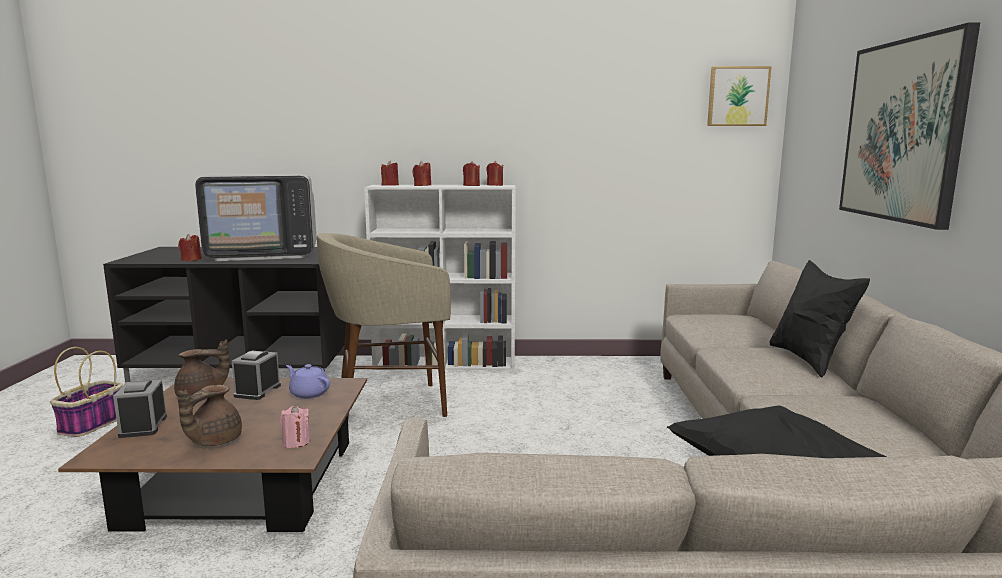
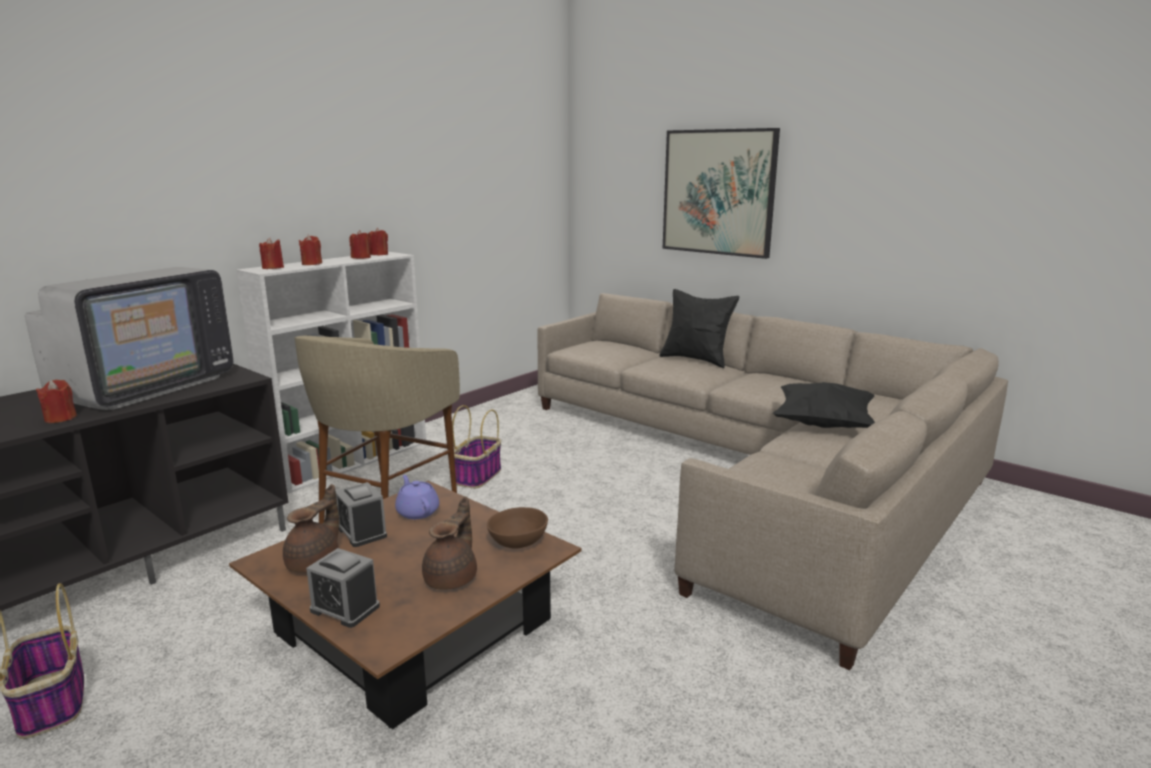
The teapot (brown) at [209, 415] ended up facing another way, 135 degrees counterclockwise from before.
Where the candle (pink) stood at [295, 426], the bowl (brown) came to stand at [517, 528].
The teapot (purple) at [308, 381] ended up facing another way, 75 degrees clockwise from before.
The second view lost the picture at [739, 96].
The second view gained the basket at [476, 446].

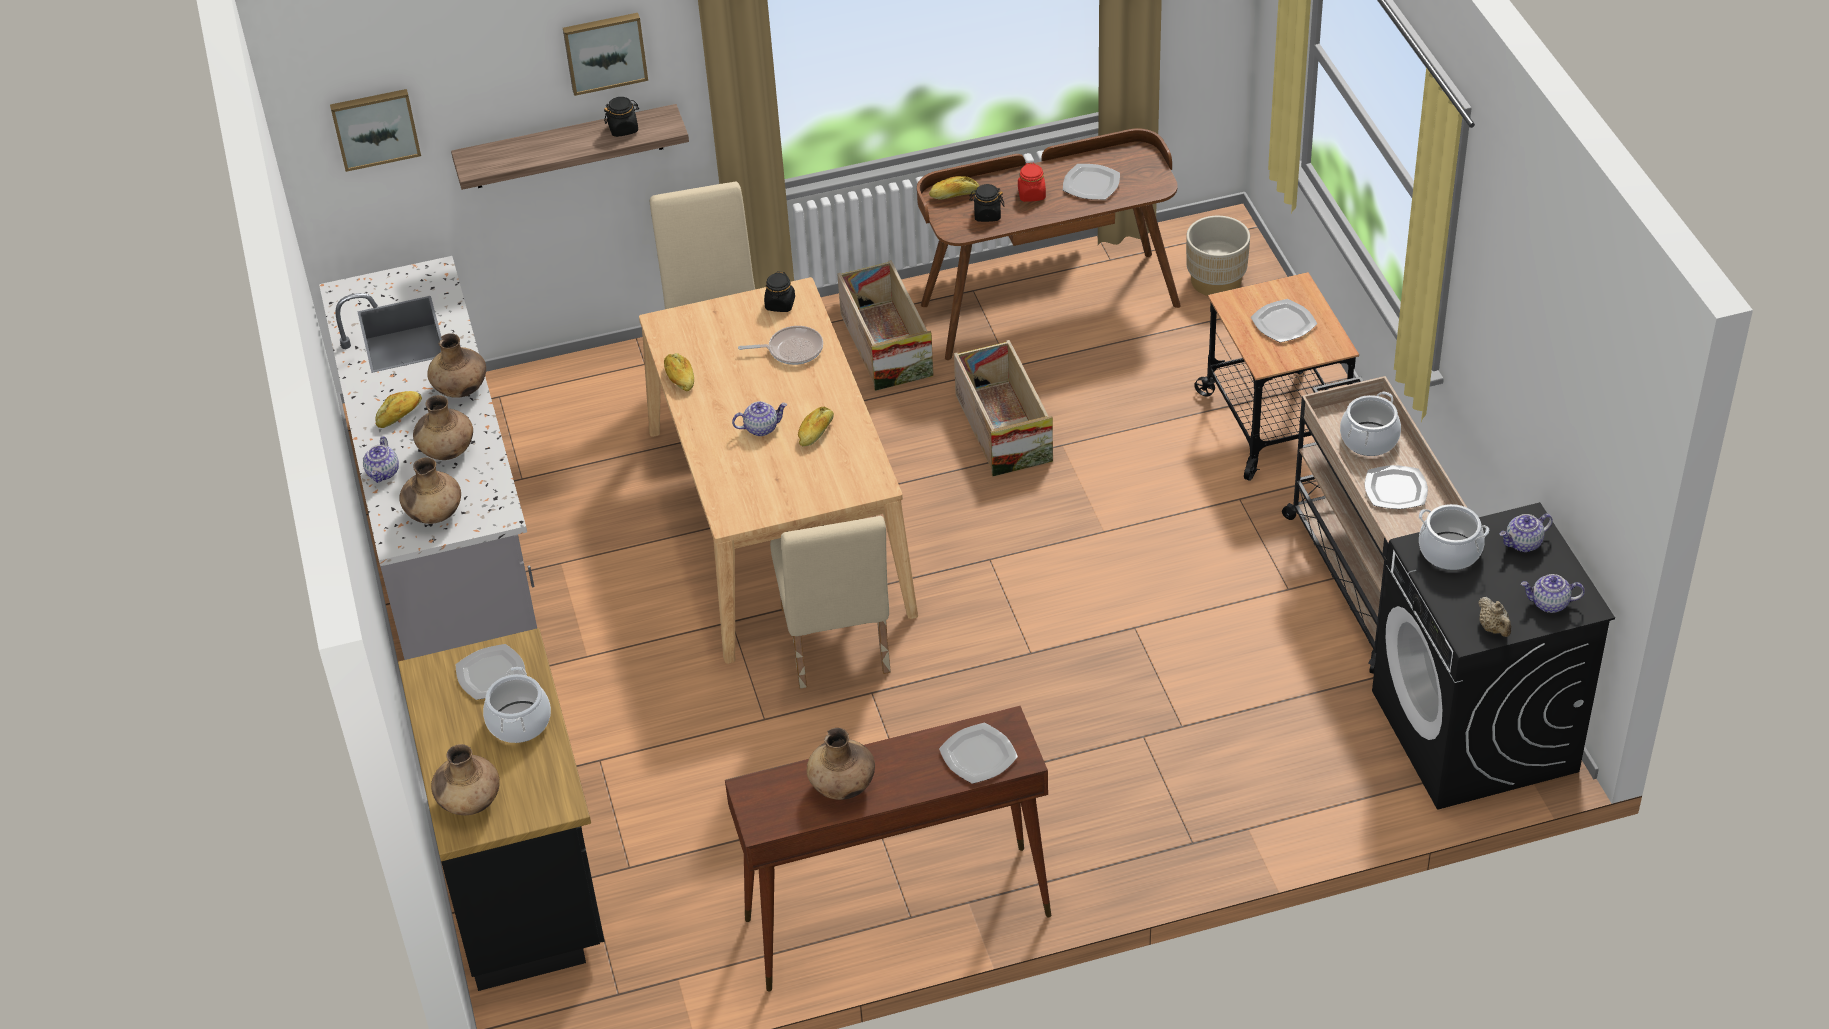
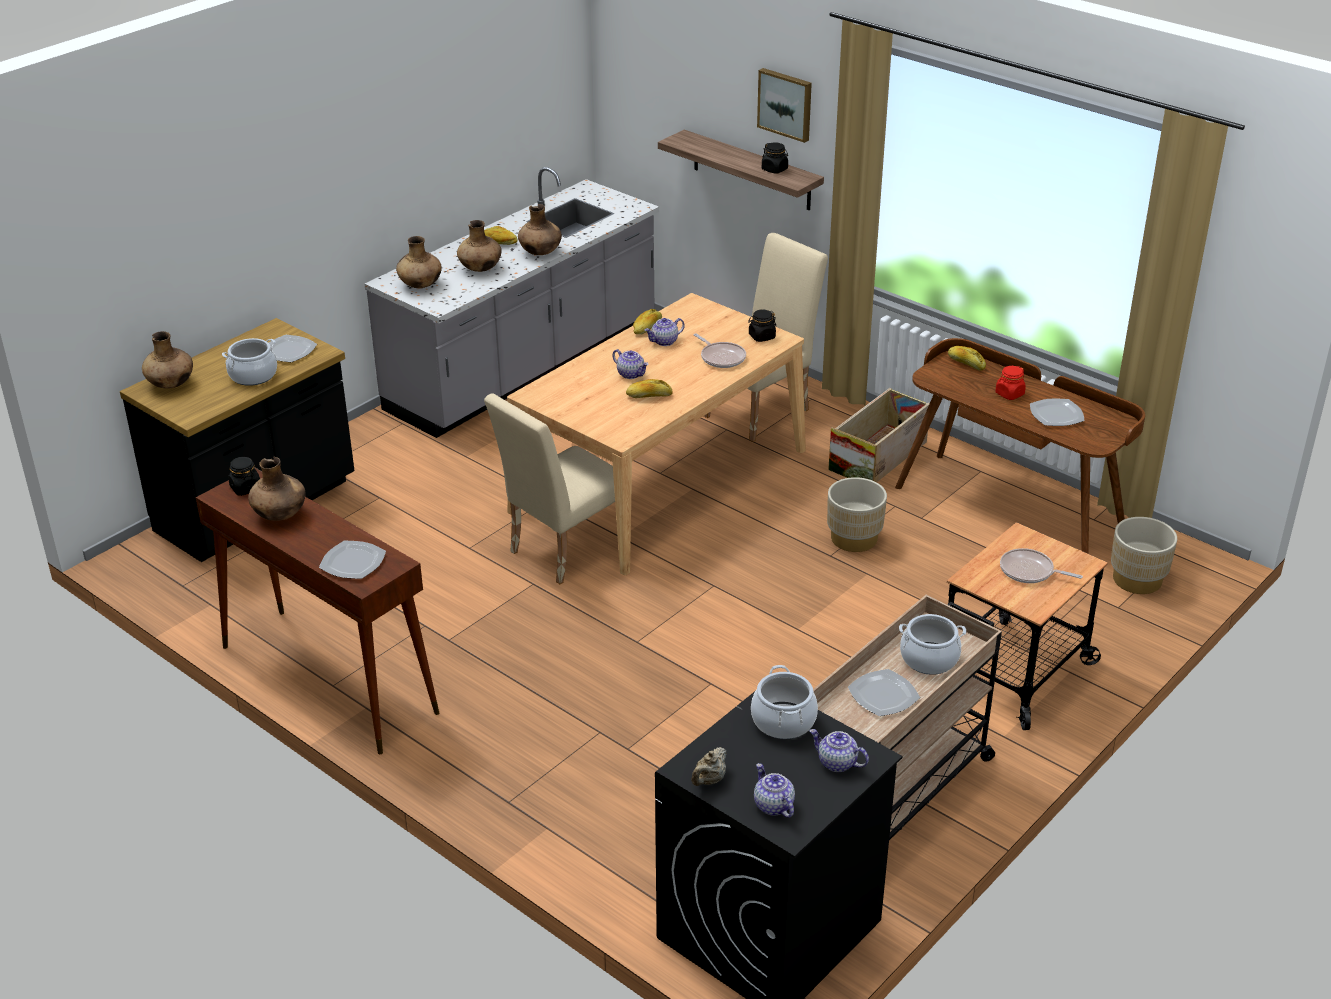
The second view lost the picture at [375, 130].
The teapot ended up elsewhere, having gone from [381, 459] to [665, 332].
Where the crate stood at [1003, 408], the planter (beige) came to stand at [857, 514].
The jar (black) ended up elsewhere, having gone from [987, 203] to [244, 476].
Where the plate stood at [1284, 321], the frying pan came to stand at [1041, 565].

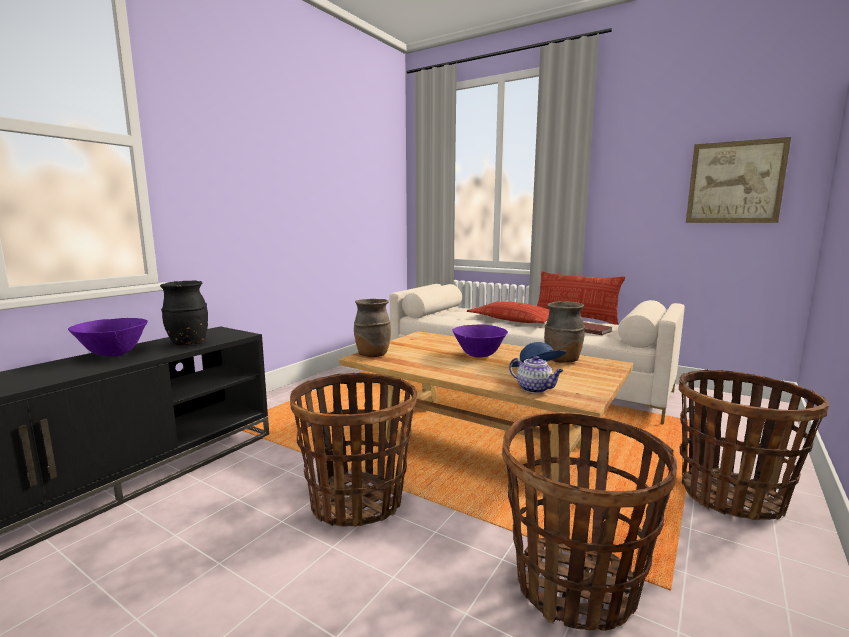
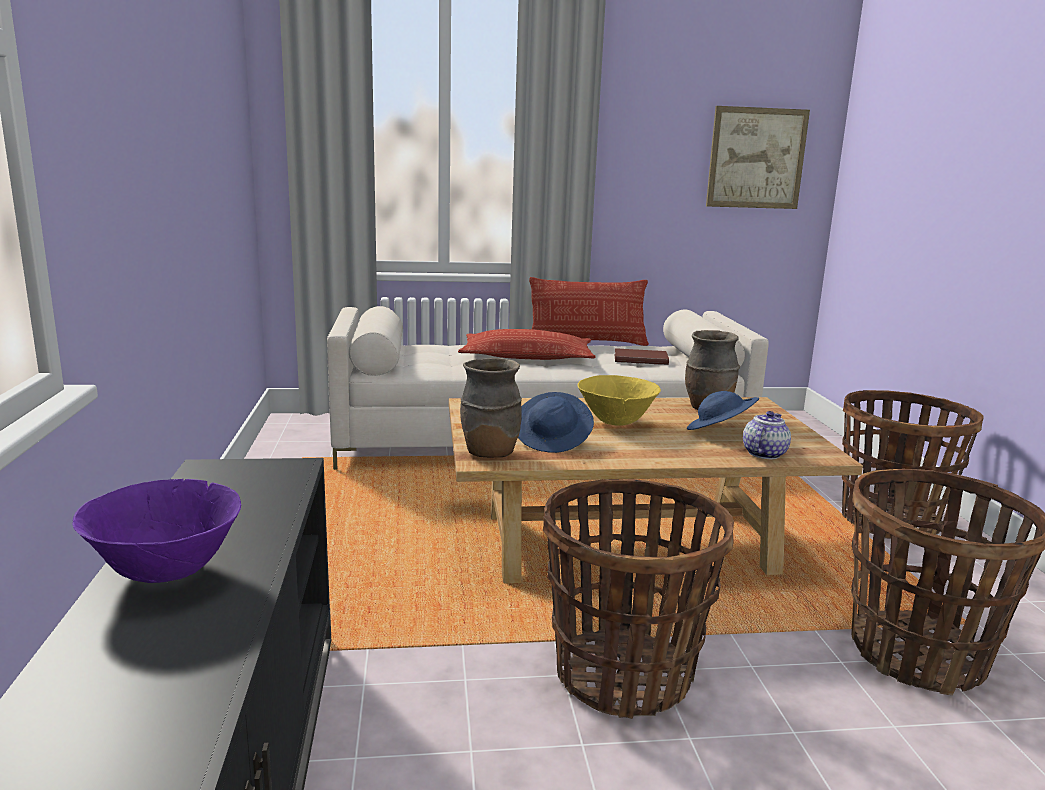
The second view lost the vase (black) at [184, 312].
What was the bowl (purple) at [480, 341] turned into the bowl (yellow) at [619, 400].
The teapot at [536, 374] ended up facing another way, 60 degrees counterclockwise from before.
The second view gained the hat (blue) at [556, 422].

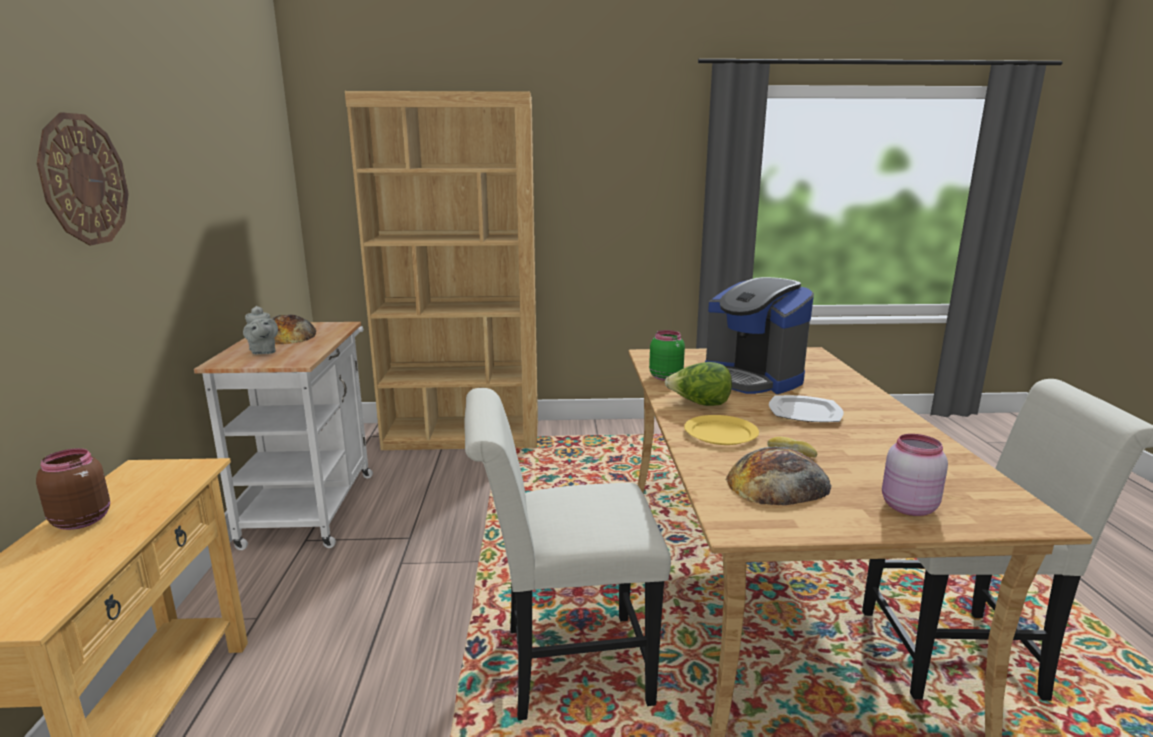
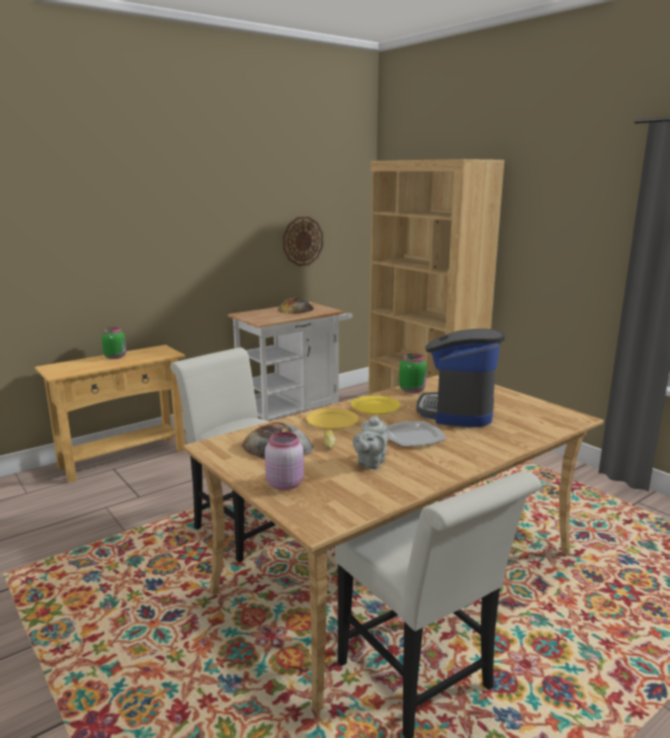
What was the jar (brown) at [73, 489] turned into the jar (green) at [114, 343].
The wall clock ended up elsewhere, having gone from [83, 178] to [303, 241].
The teapot (grey) ended up elsewhere, having gone from [260, 330] to [370, 442].
Where the lettuce stood at [698, 384], the plate (yellow) came to stand at [376, 405].

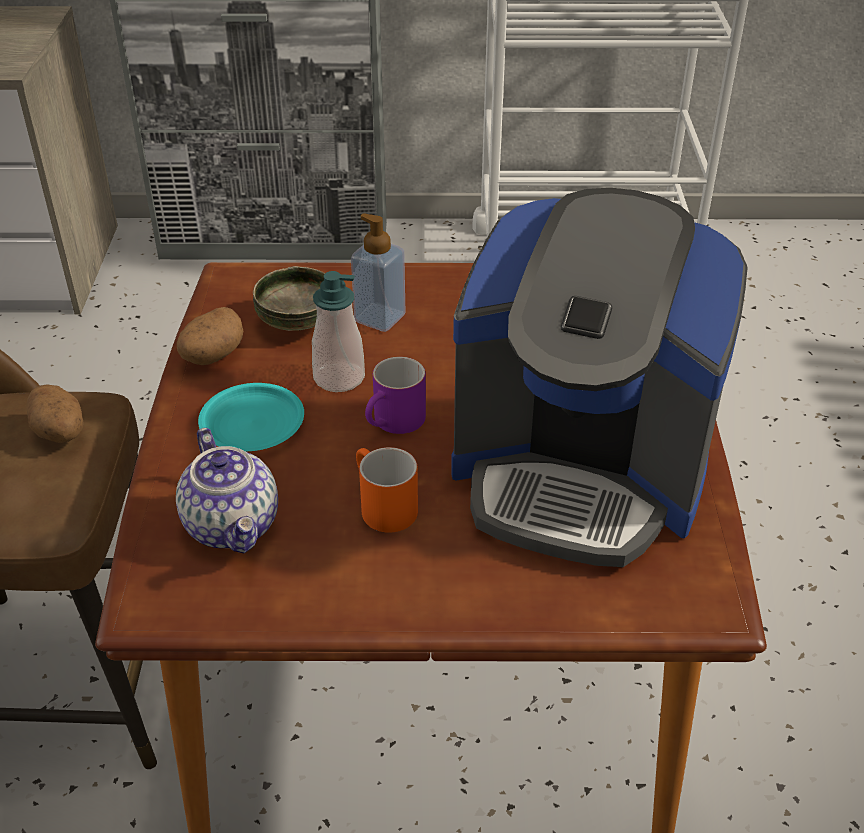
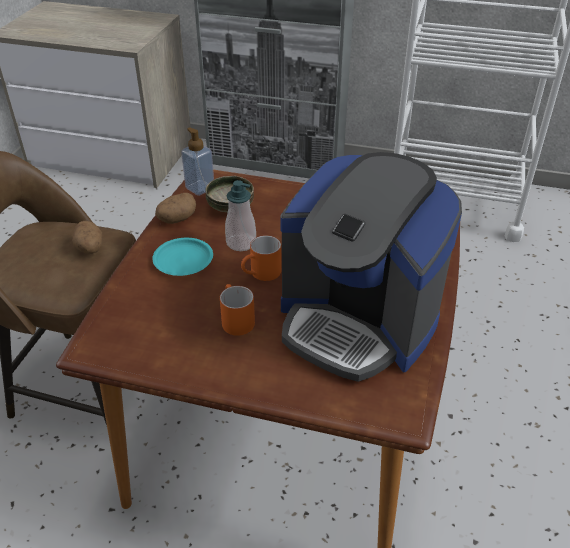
The second view lost the teapot at [227, 490].
The soap dispenser ended up elsewhere, having gone from [378, 272] to [197, 161].
What was the mug (purple) at [395, 395] turned into the mug (orange) at [261, 258].

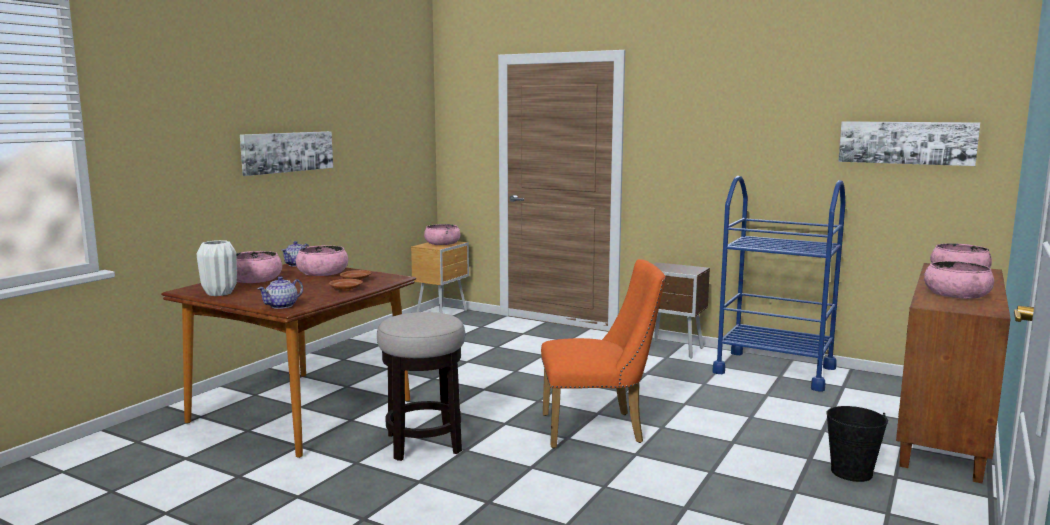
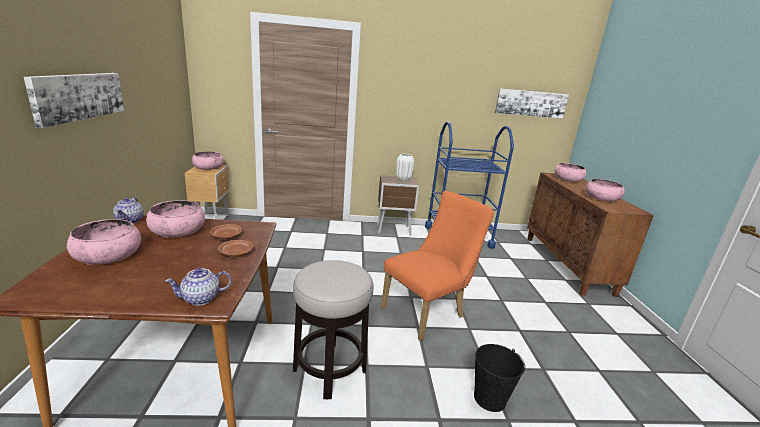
The vase (white) ended up elsewhere, having gone from [217, 268] to [405, 167].
The teapot at [280, 292] ended up facing another way, 60 degrees clockwise from before.
The bucket (black) ended up elsewhere, having gone from [857, 444] to [499, 378].

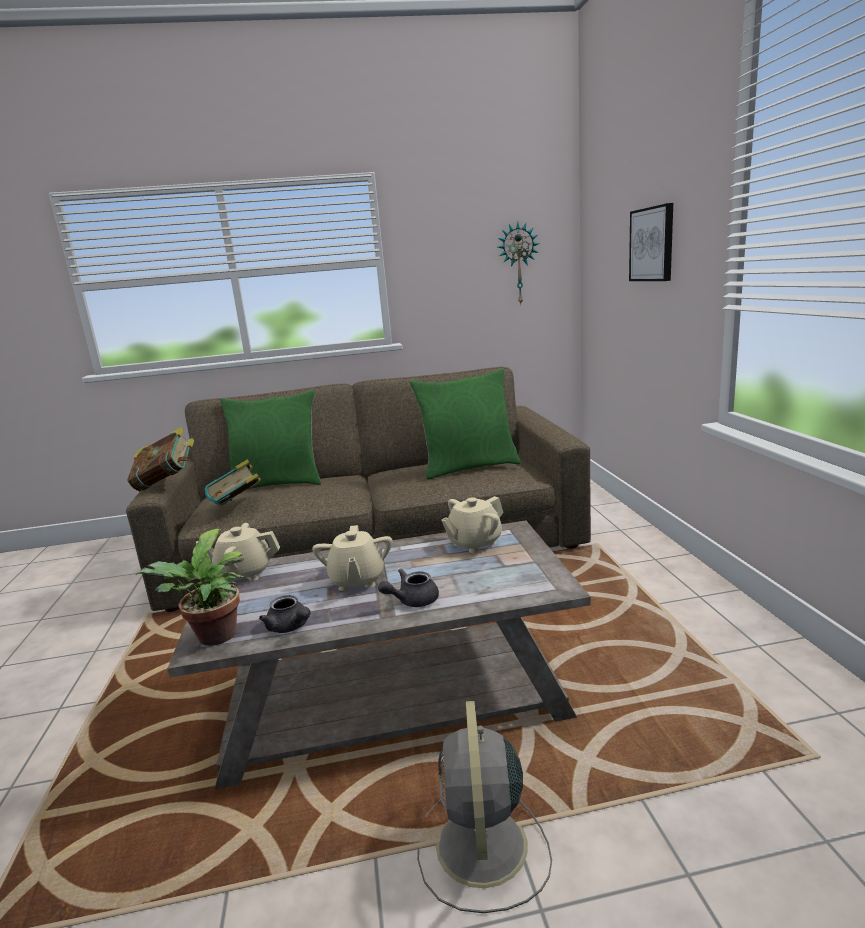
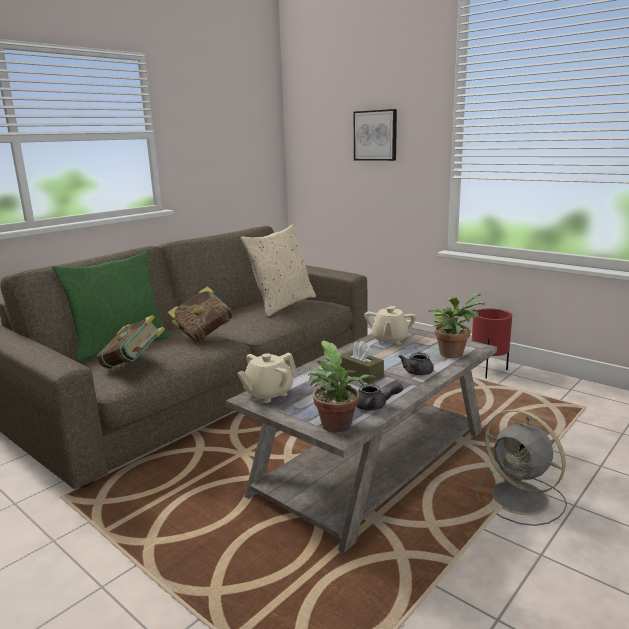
The book ended up elsewhere, having gone from [160, 459] to [200, 314].
Where the teapot (beige) stood at [352, 558], the tissue box (brown) came to stand at [362, 362].
What was the pillow (green) at [465, 424] turned into the pillow (beige) at [278, 271].
The second view lost the wall clock at [519, 263].
The second view gained the potted plant at [457, 325].
The second view gained the planter (red) at [492, 343].

